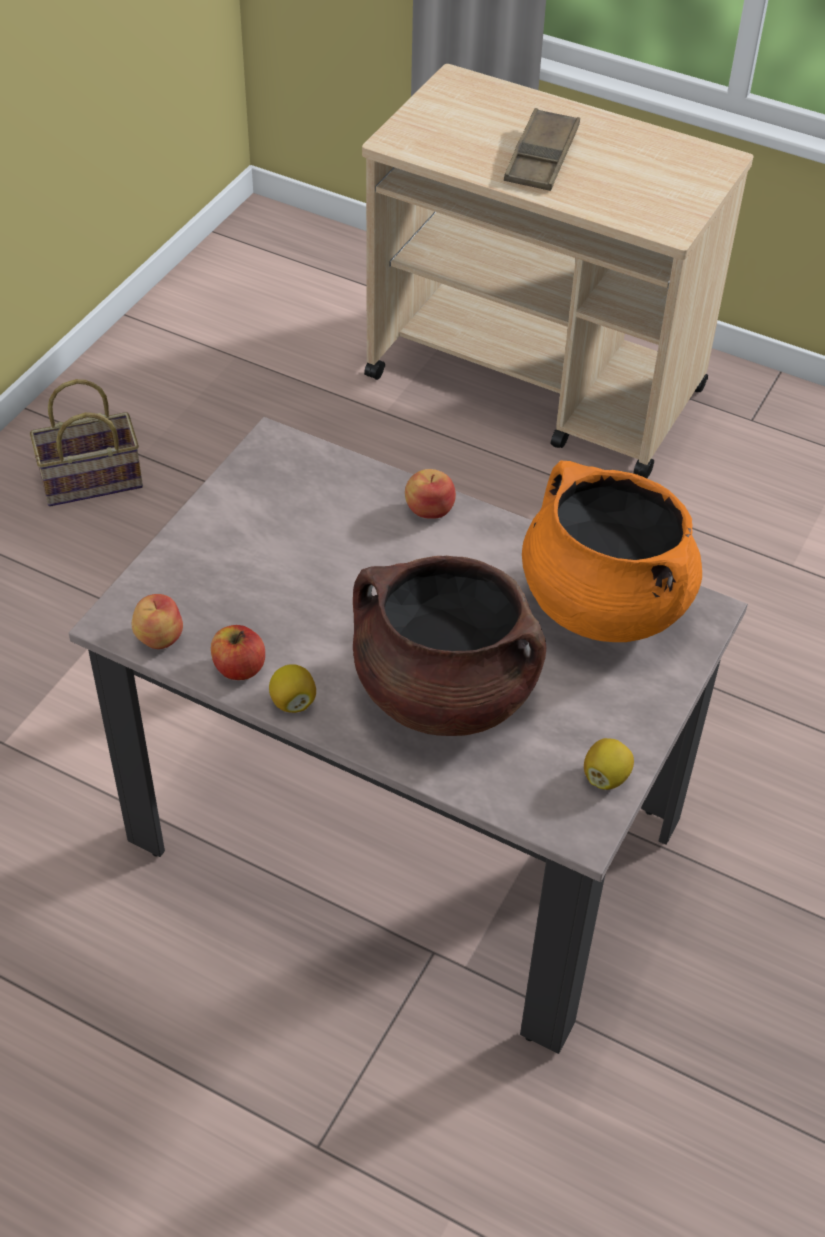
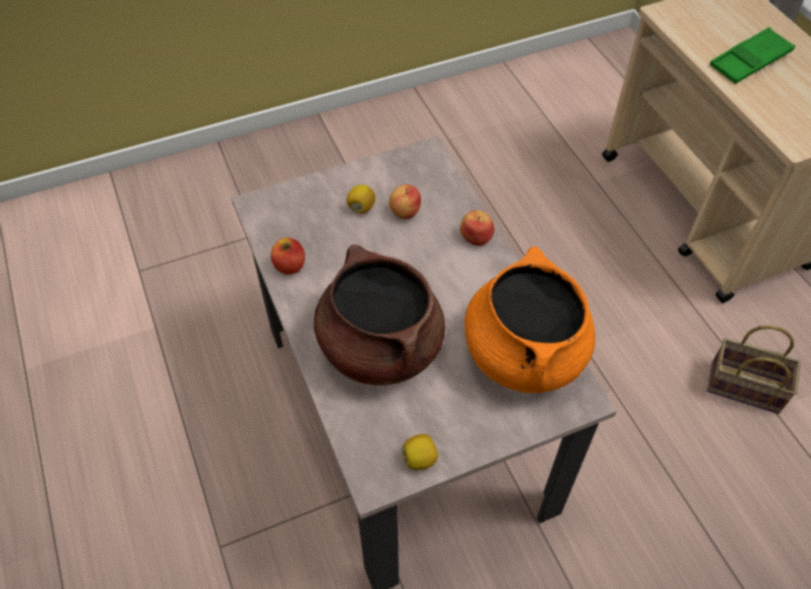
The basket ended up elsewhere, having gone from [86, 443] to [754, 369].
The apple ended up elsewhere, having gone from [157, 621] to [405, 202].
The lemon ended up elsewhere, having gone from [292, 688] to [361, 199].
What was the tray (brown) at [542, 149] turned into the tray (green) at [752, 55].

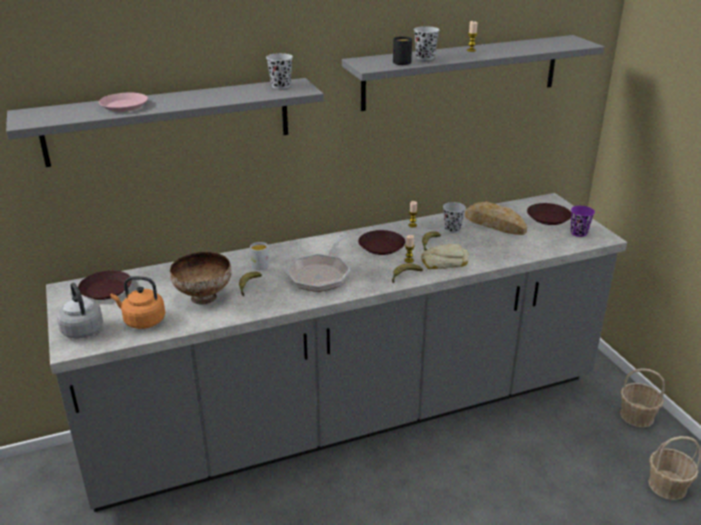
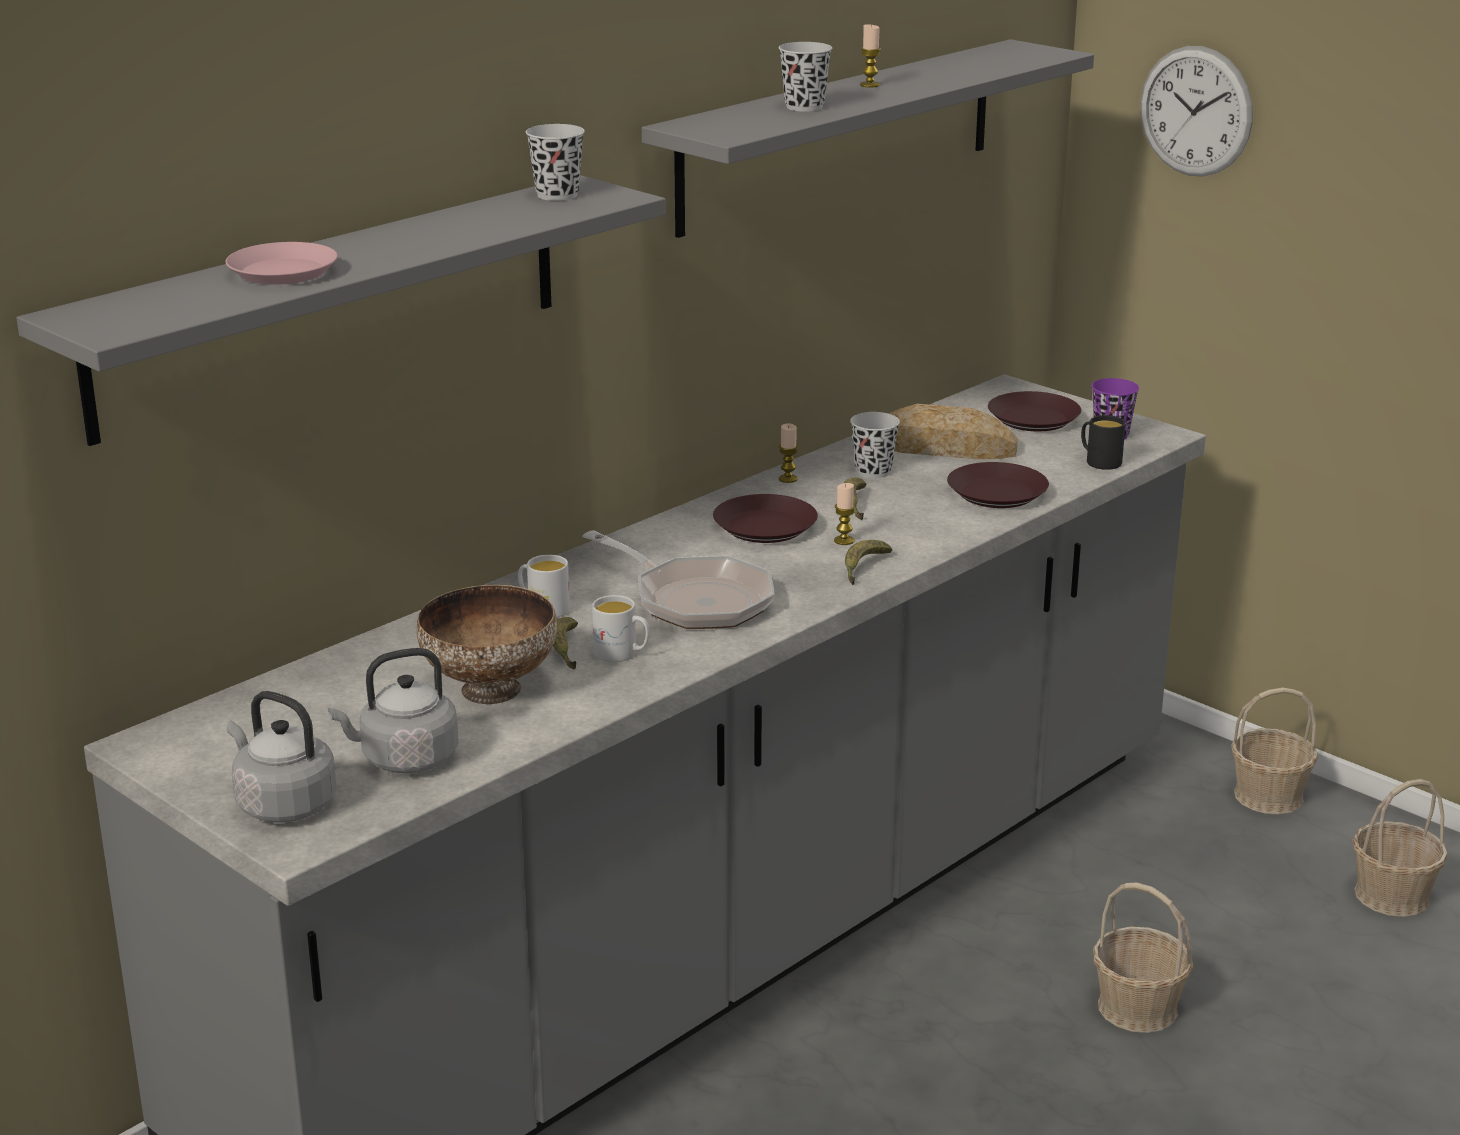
The plate (brown) ended up elsewhere, having gone from [105, 285] to [998, 485].
What was the kettle (orange) at [138, 302] turned into the kettle (grey) at [393, 710].
The frying pan at [318, 262] ended up facing another way, 45 degrees counterclockwise from before.
The mug (black) ended up elsewhere, having gone from [402, 50] to [1103, 442].
The second view lost the bread at [445, 256].
The second view gained the mug (white) at [621, 628].
The second view gained the basket at [1143, 957].
The second view gained the wall clock at [1197, 111].

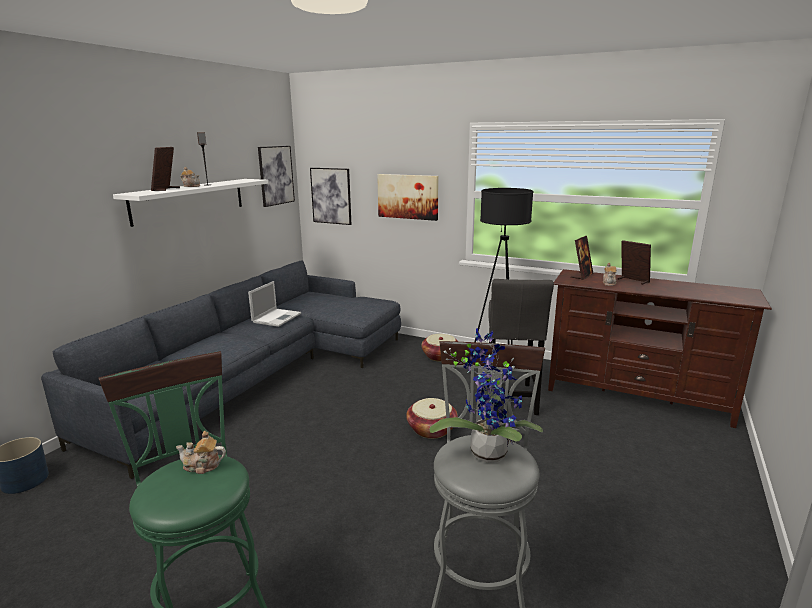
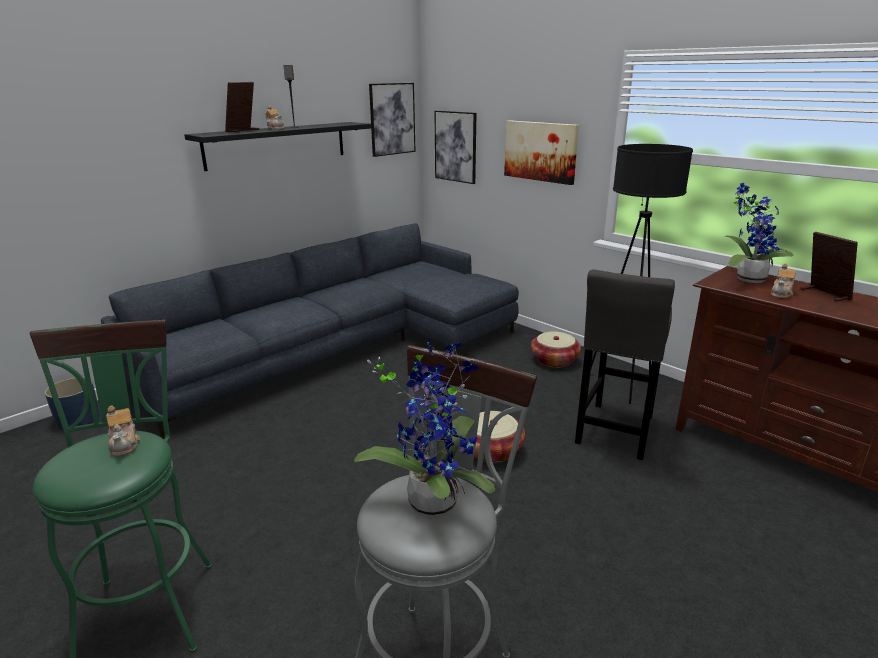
What was the shelf (white) at [190, 203] turned into the shelf (black) at [277, 146].
The teapot at [201, 452] ended up facing another way, 135 degrees counterclockwise from before.
The second view lost the laptop at [274, 304].
Where the picture frame stood at [582, 258], the potted plant came to stand at [758, 233].

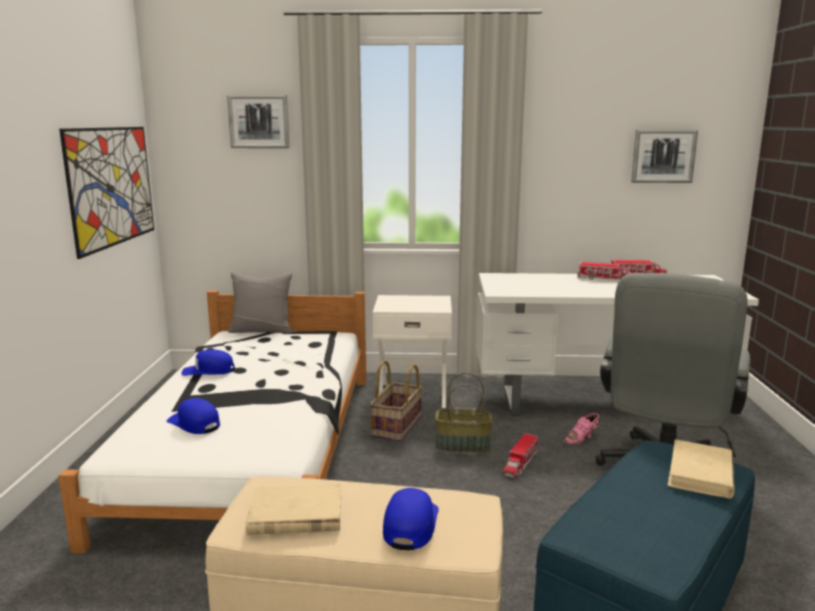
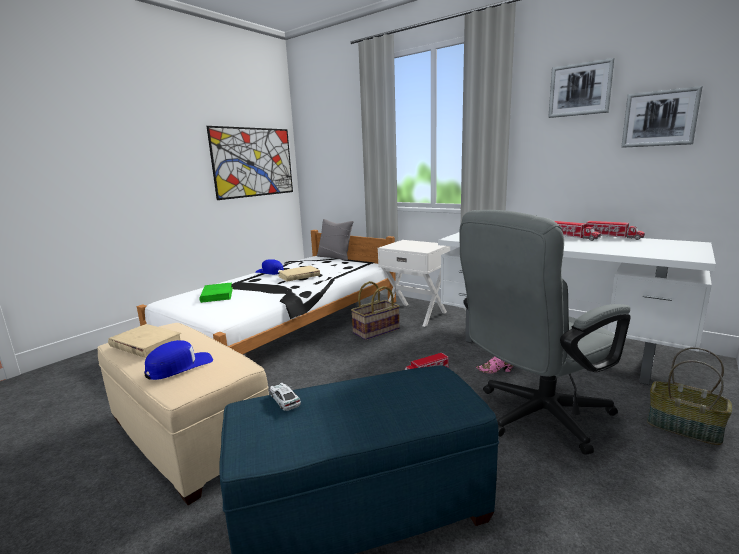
Where the cap (blue) stood at [193, 416], the book (green) came to stand at [216, 293].
The picture ended up elsewhere, having gone from [258, 121] to [581, 88].
The basket ended up elsewhere, having gone from [463, 413] to [689, 396].
The book (beige) ended up elsewhere, having gone from [701, 469] to [299, 274].
The second view gained the toy car at [285, 397].

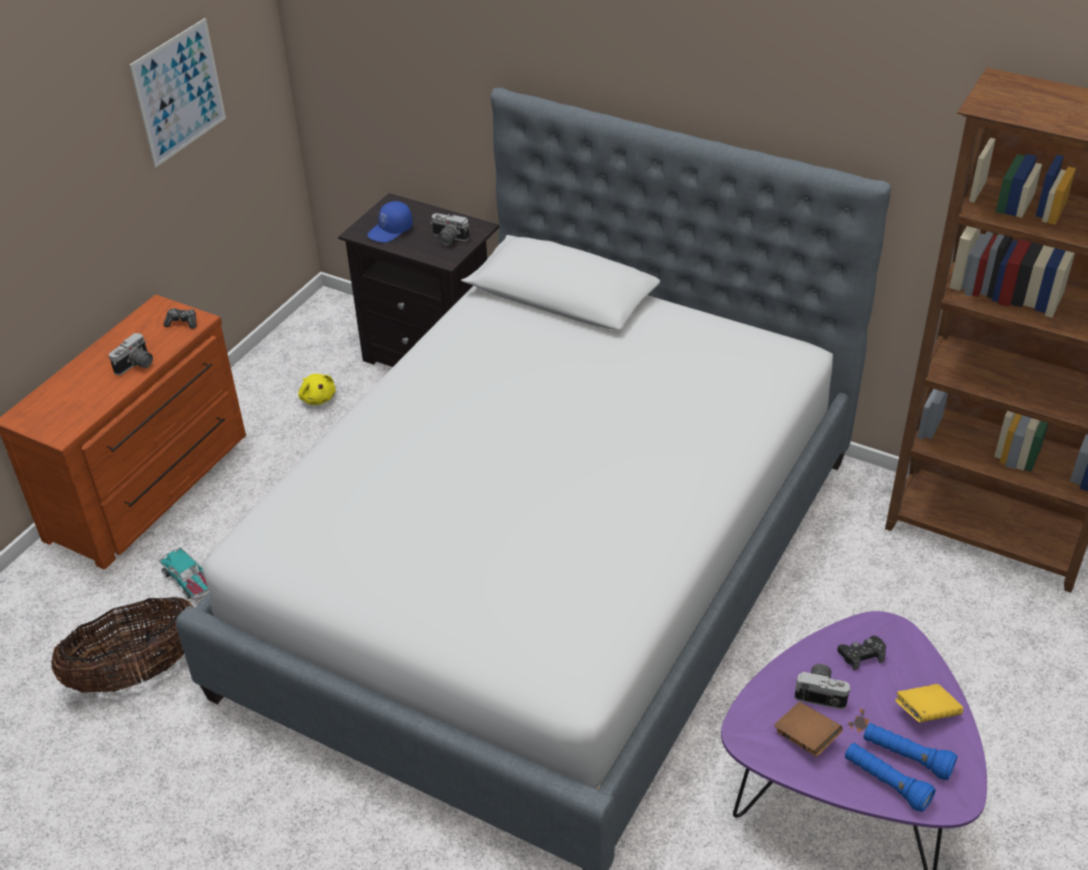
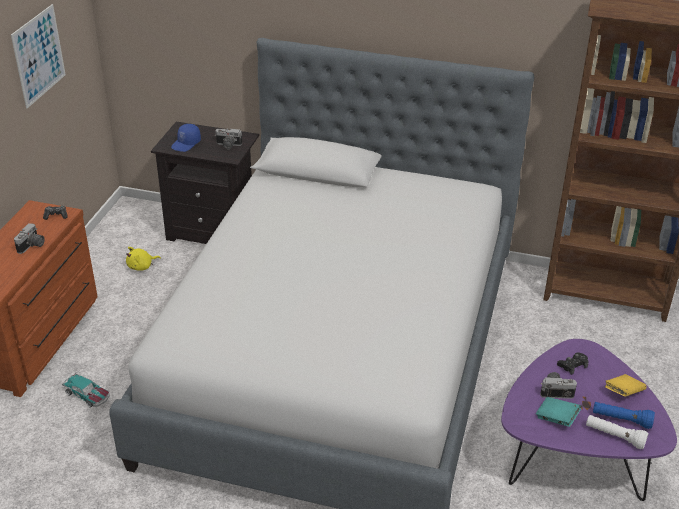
The second view lost the basket at [122, 645].
The plush toy (yellow) at [317, 389] ended up facing another way, 105 degrees clockwise from before.
What was the book (brown) at [808, 729] turned into the book (turquoise) at [558, 412].
What was the flashlight (blue) at [890, 777] turned into the flashlight (white) at [617, 432].

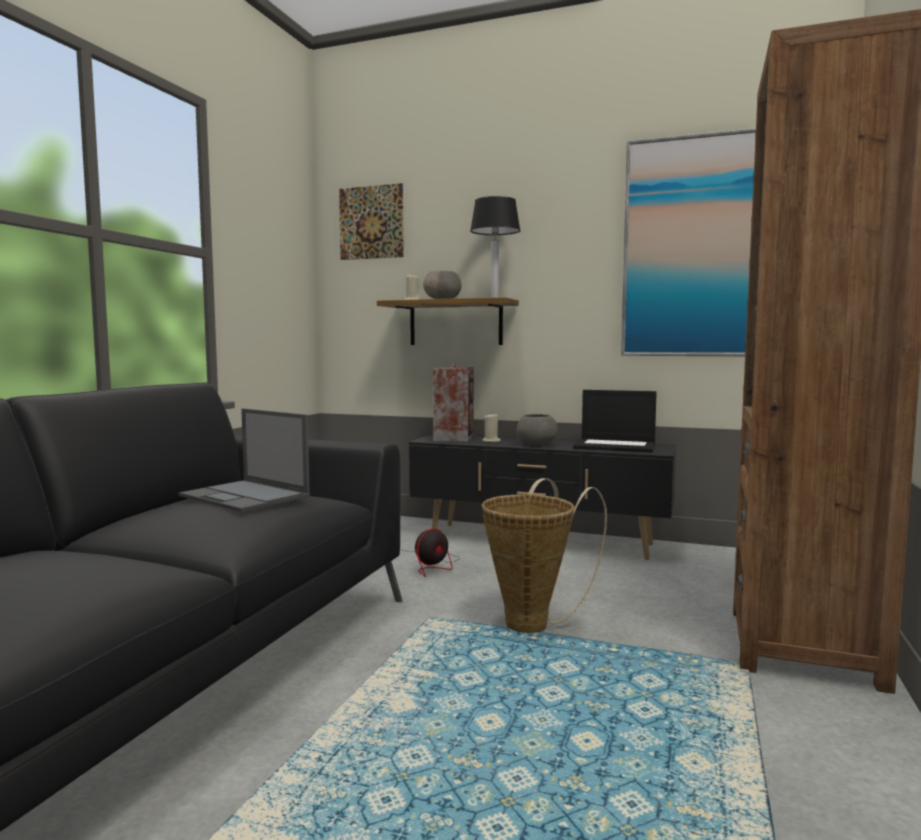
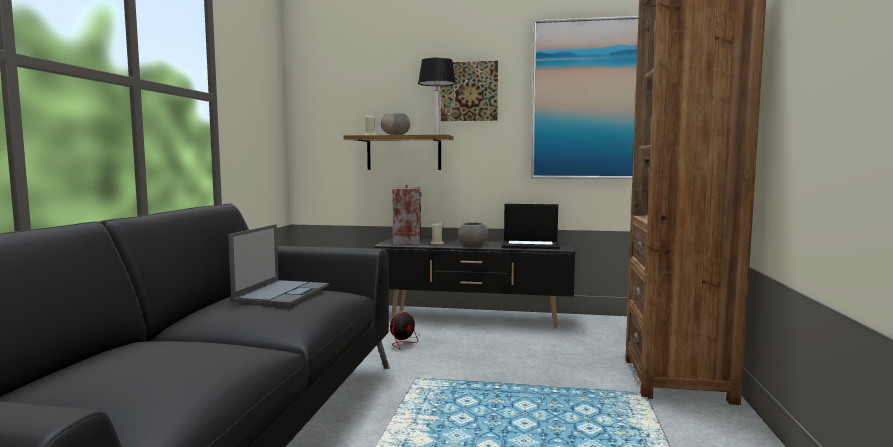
The laptop at [244, 460] ended up facing another way, 105 degrees counterclockwise from before.
The picture ended up elsewhere, having gone from [371, 221] to [469, 91].
The second view lost the basket at [544, 555].

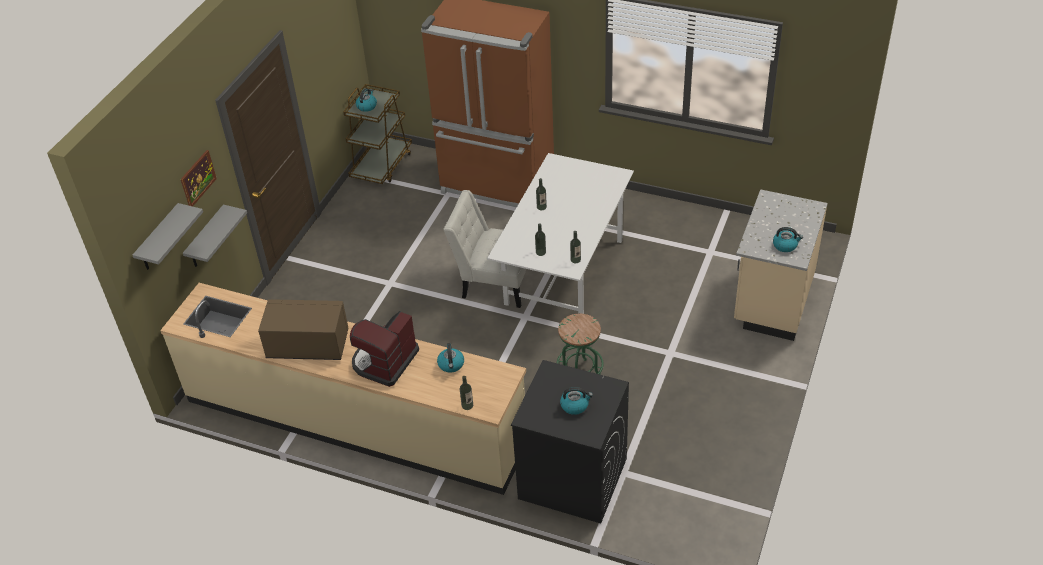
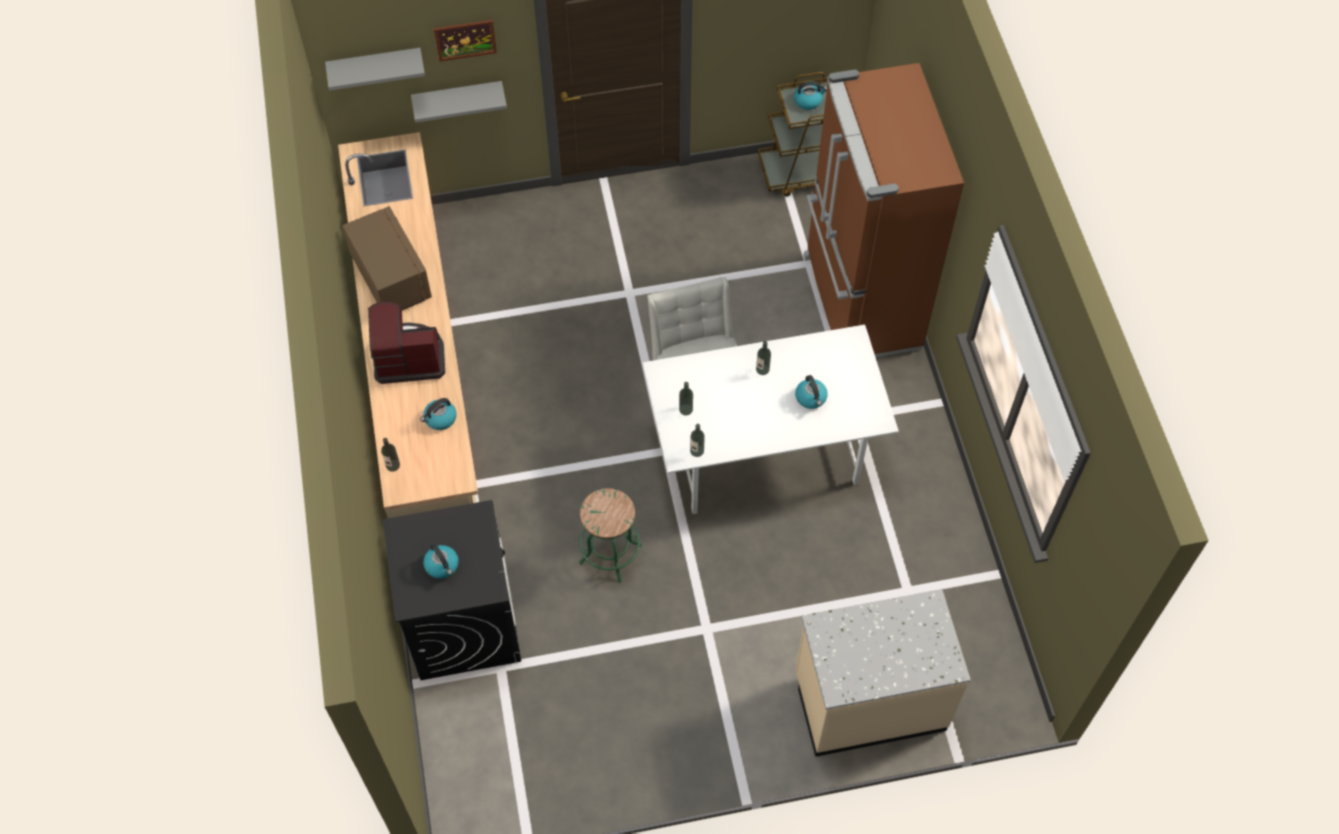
The kettle ended up elsewhere, having gone from [788, 239] to [811, 392].

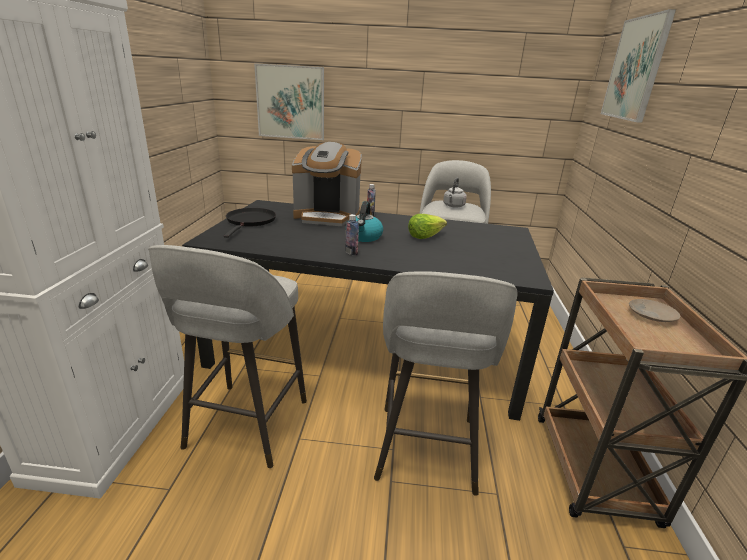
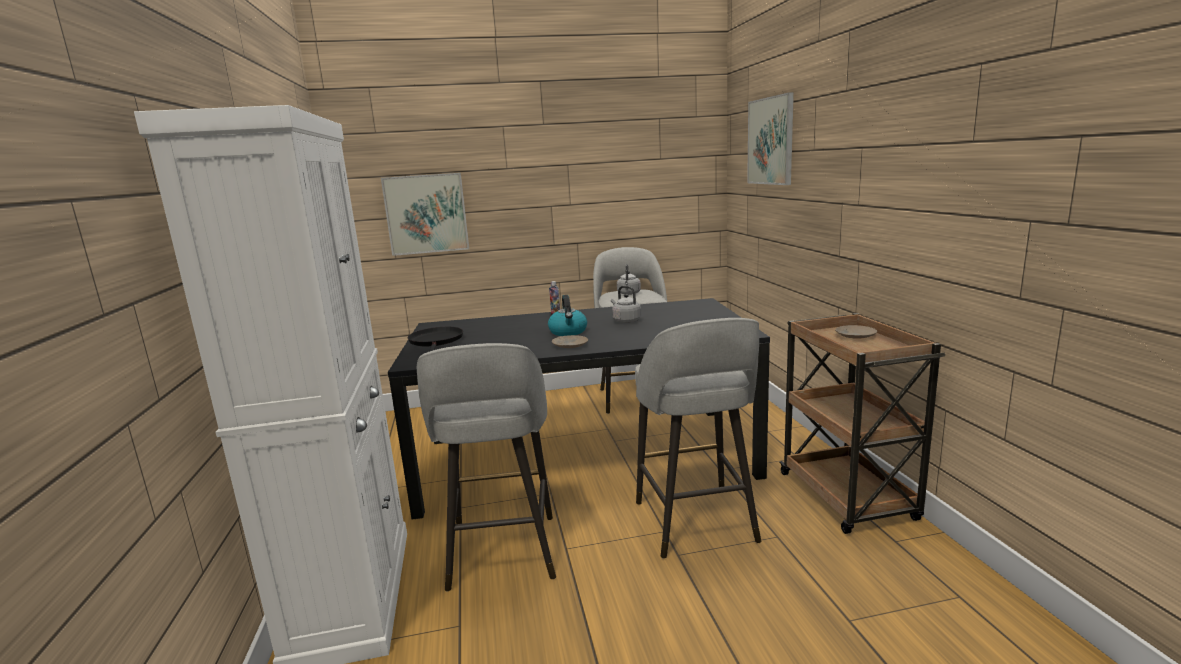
The second view lost the coffee machine at [327, 184].
Where the bottle stood at [352, 235], the plate (beige) came to stand at [570, 341].
Where the lettuce stood at [427, 226], the kettle (grey) came to stand at [626, 304].

